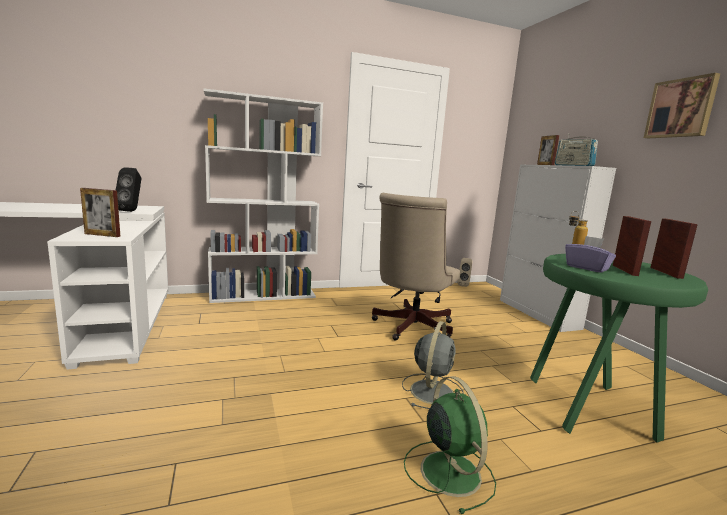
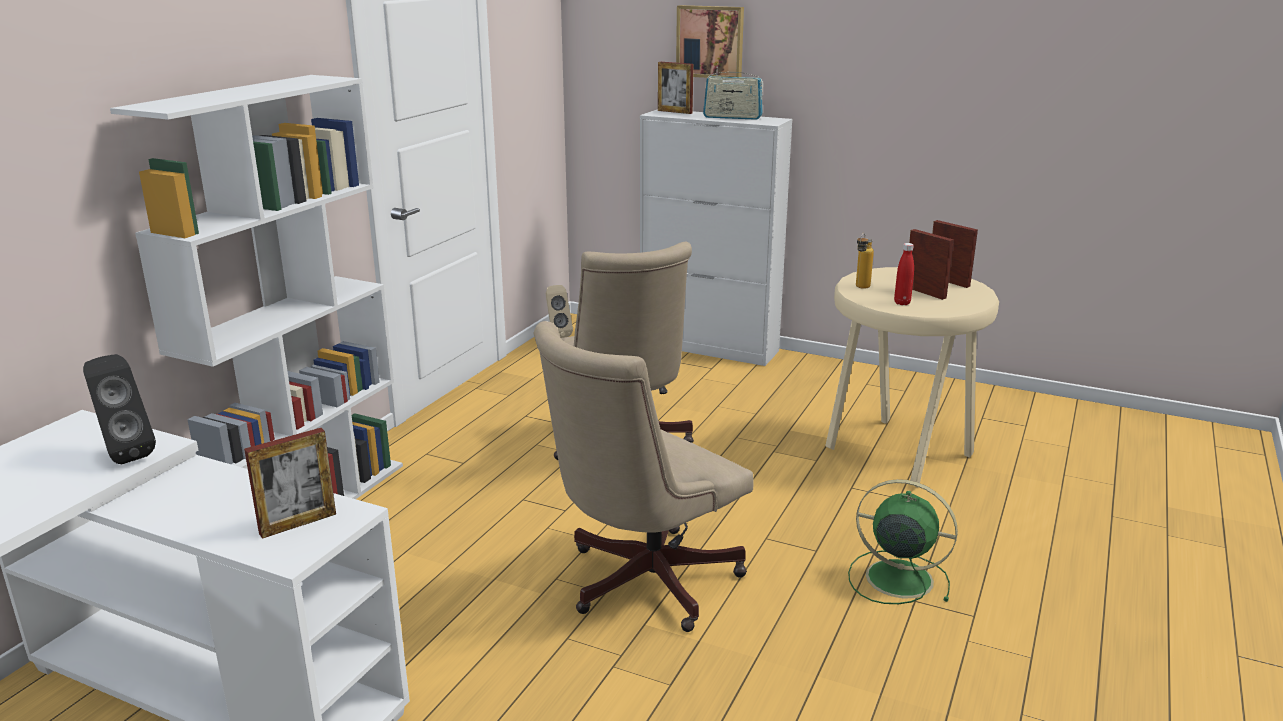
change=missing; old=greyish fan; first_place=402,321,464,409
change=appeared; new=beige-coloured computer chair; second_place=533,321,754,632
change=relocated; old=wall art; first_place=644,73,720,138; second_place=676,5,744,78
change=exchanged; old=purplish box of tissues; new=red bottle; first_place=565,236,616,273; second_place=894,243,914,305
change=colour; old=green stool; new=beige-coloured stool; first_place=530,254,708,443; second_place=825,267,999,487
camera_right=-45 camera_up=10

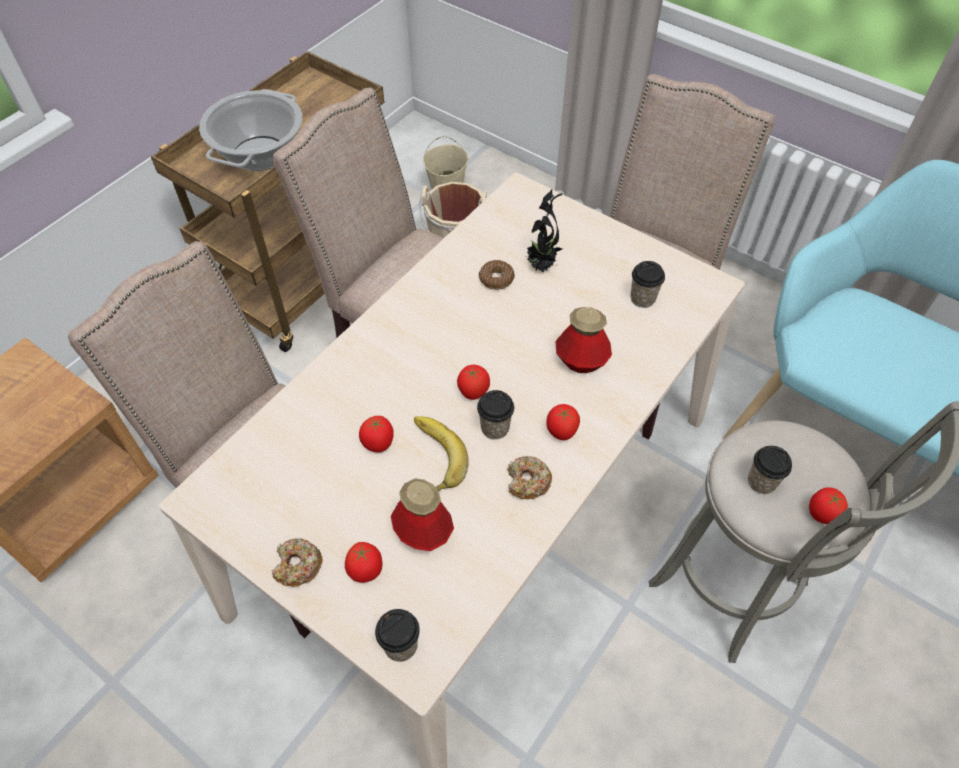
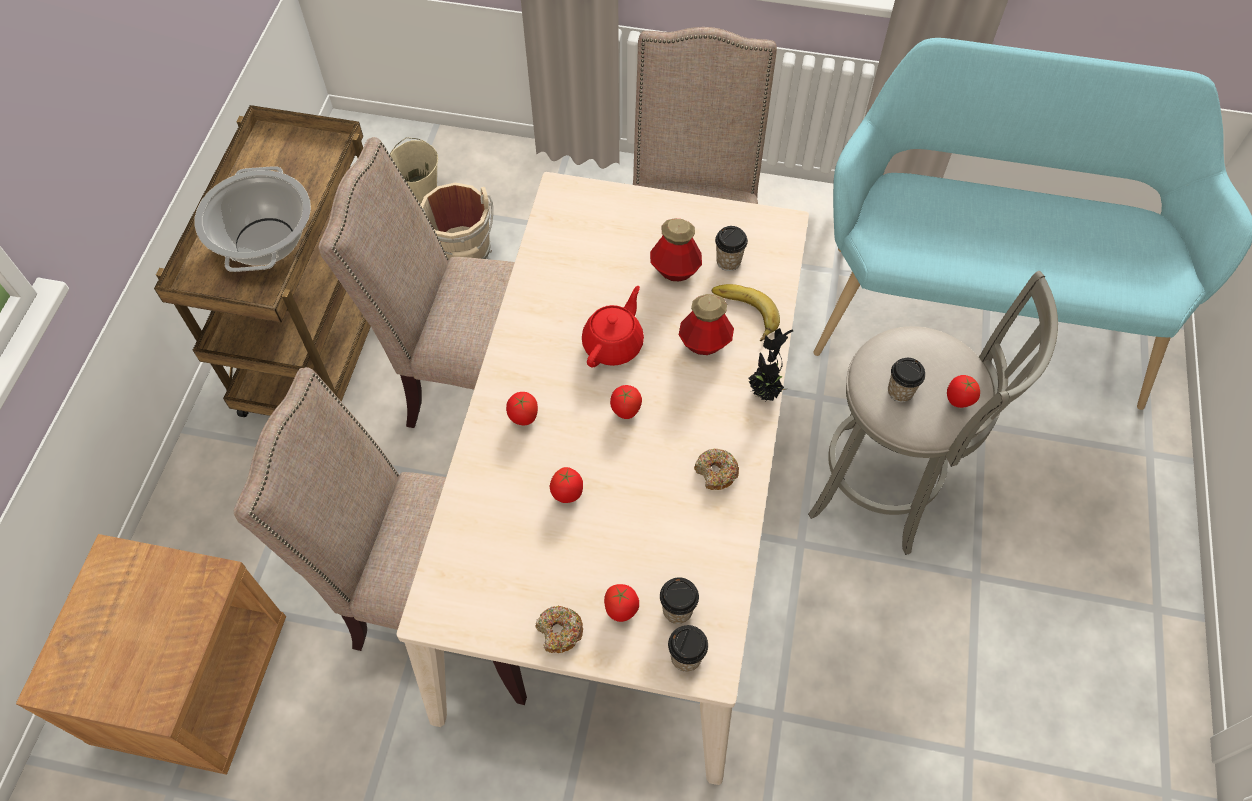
change=missing; old=ring doughnut; first_place=479,260,515,290
change=appeared; new=red tea pot; second_place=582,286,644,368
change=relocated; old=bottle; first_place=391,479,454,551; second_place=650,218,702,281
change=relocated; old=banana; first_place=414,416,469,491; second_place=712,284,780,341
change=relocated; old=drinking cup; first_place=477,390,514,440; second_place=660,577,699,624
change=relocated; old=potted plant; first_place=526,189,563,272; second_place=748,328,793,401
change=relocated; old=fresh tomato; first_place=546,404,580,440; second_place=506,392,538,425
camera_right=-25 camera_up=5

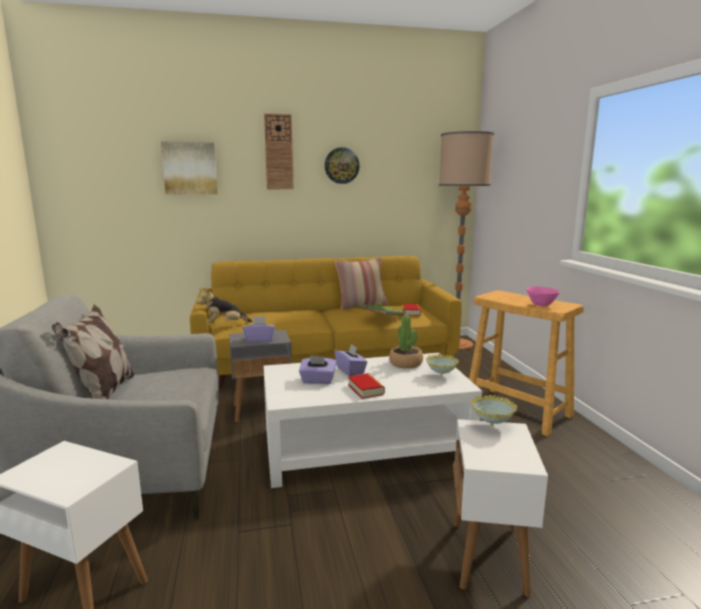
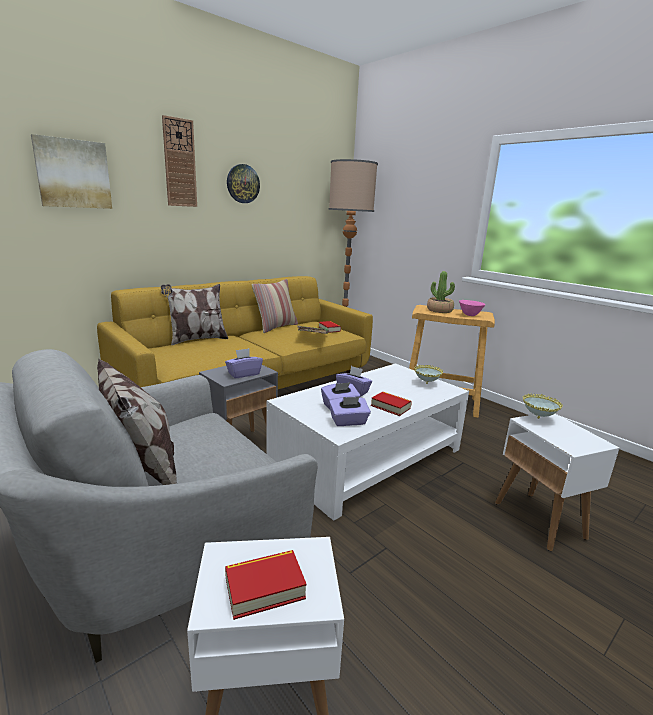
change=missing; old=cuddly toy; first_place=197,288,252,323
change=appeared; new=cushion; second_place=161,284,228,346
change=appeared; new=book; second_place=225,550,307,620
change=appeared; new=purplish box of tissues; second_place=329,397,371,426
change=relocated; old=potted plant; first_place=389,315,423,369; second_place=427,271,455,313
camera_right=-30 camera_up=5

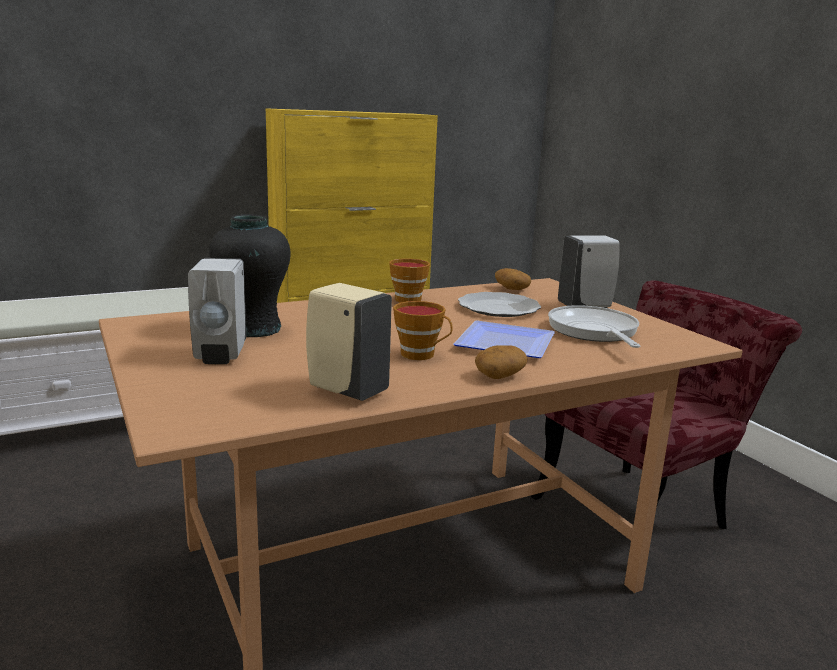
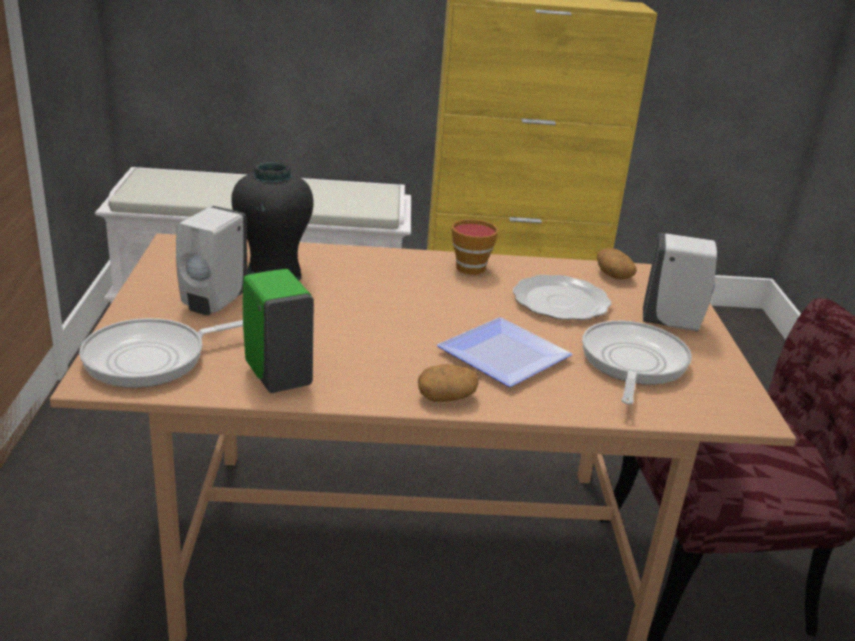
change=missing; old=drinking cup; first_place=393,301,453,360
change=appeared; new=frying pan; second_place=79,318,243,388
change=colour; old=beige-coloured liquid soap bottle; new=green liquid soap bottle; first_place=306,283,392,401; second_place=243,269,314,393
camera_right=25 camera_up=10

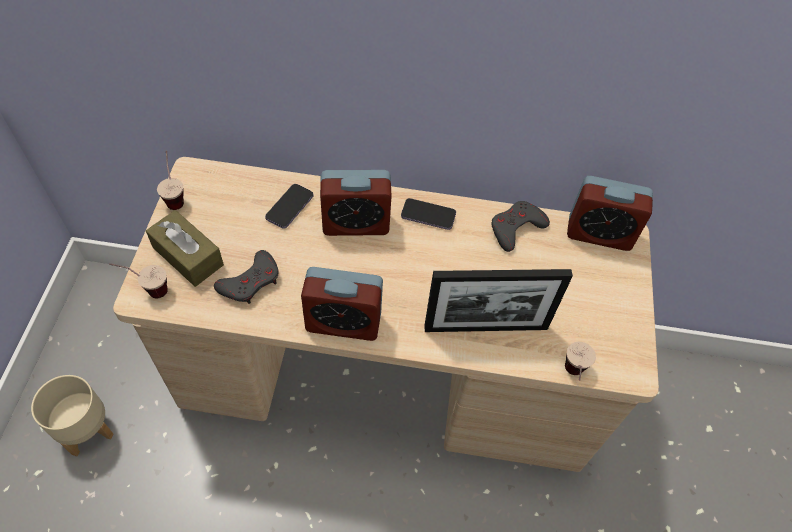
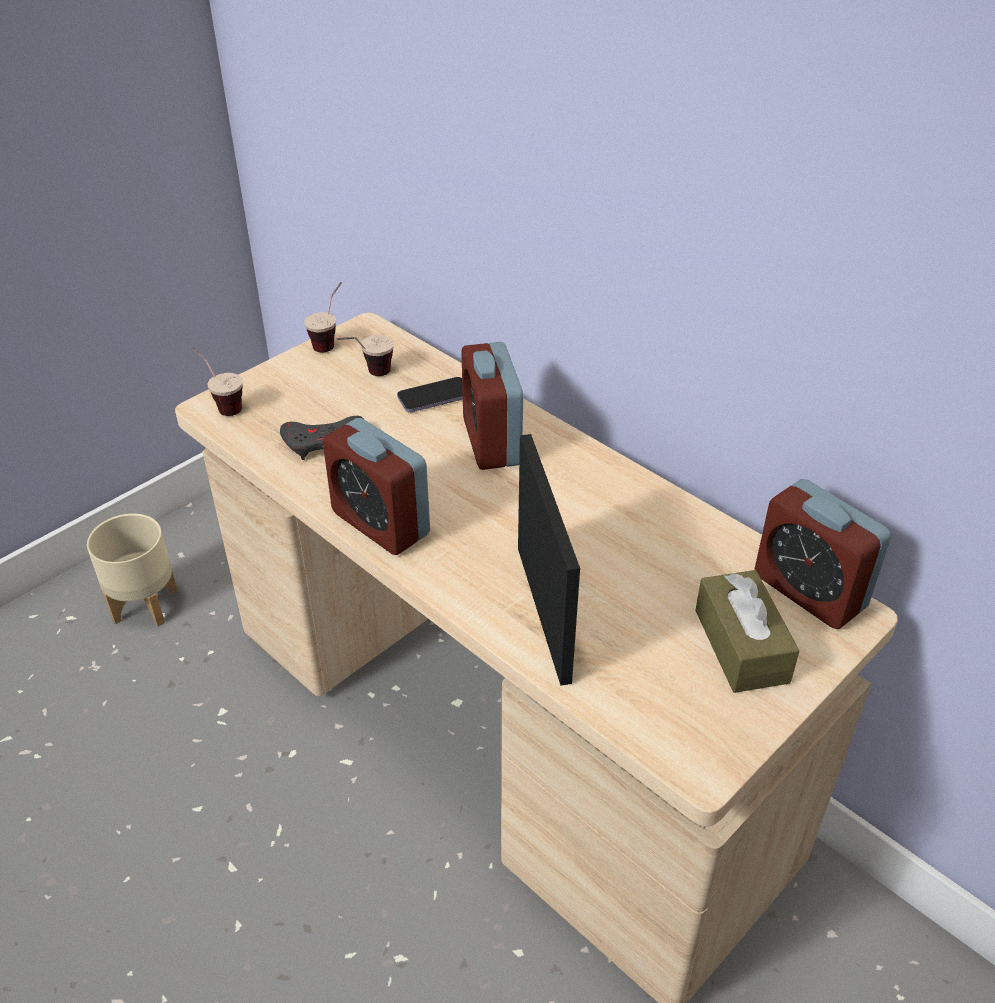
change=missing; old=phone; first_place=401,198,456,230
change=missing; old=greyish joypad; first_place=492,201,550,252
change=relocated; old=brown box of tissues; first_place=146,210,224,287; second_place=695,570,800,693
change=relocated; old=drinking cup; first_place=565,342,596,380; second_place=337,335,394,376
change=spun; old=bedside clock; first_place=320,170,392,236; second_place=461,342,523,470; degrees=45
change=spun; old=picture frame; first_place=424,269,573,332; second_place=518,434,580,686; degrees=-135
camera_right=40 camera_up=-15

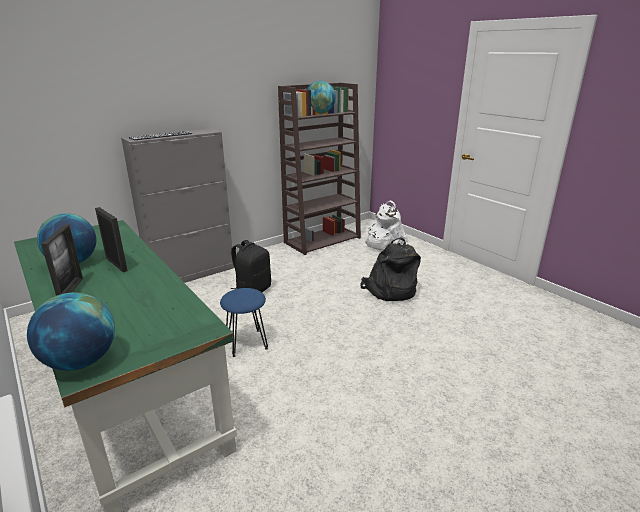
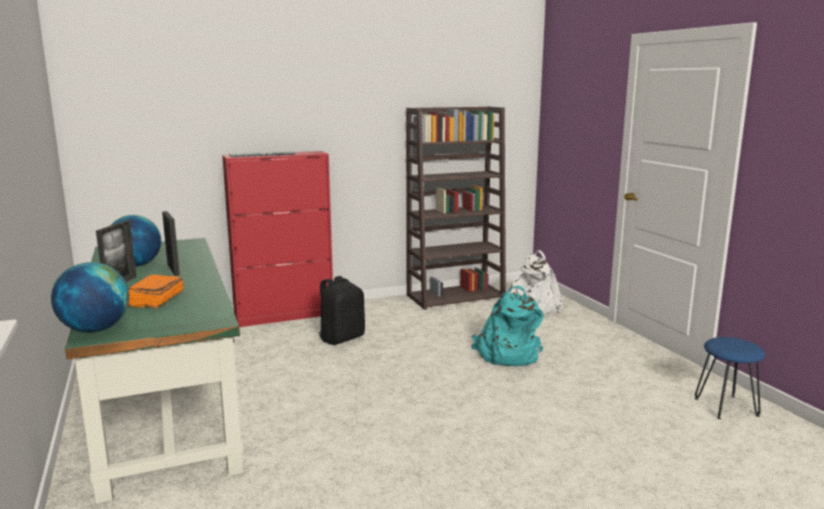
change=missing; old=desk globe; first_place=307,81,336,114
change=appeared; new=orange book; second_place=128,275,184,308
change=relocated; old=bluish stool; first_place=220,288,268,357; second_place=695,337,765,419
change=colour; old=greyish cupboard; new=red cupboard; first_place=121,128,234,283; second_place=222,151,333,327
change=colour; old=blackish knapsack; new=turquoise knapsack; first_place=360,237,421,301; second_place=471,286,544,366
camera_right=15 camera_up=-10

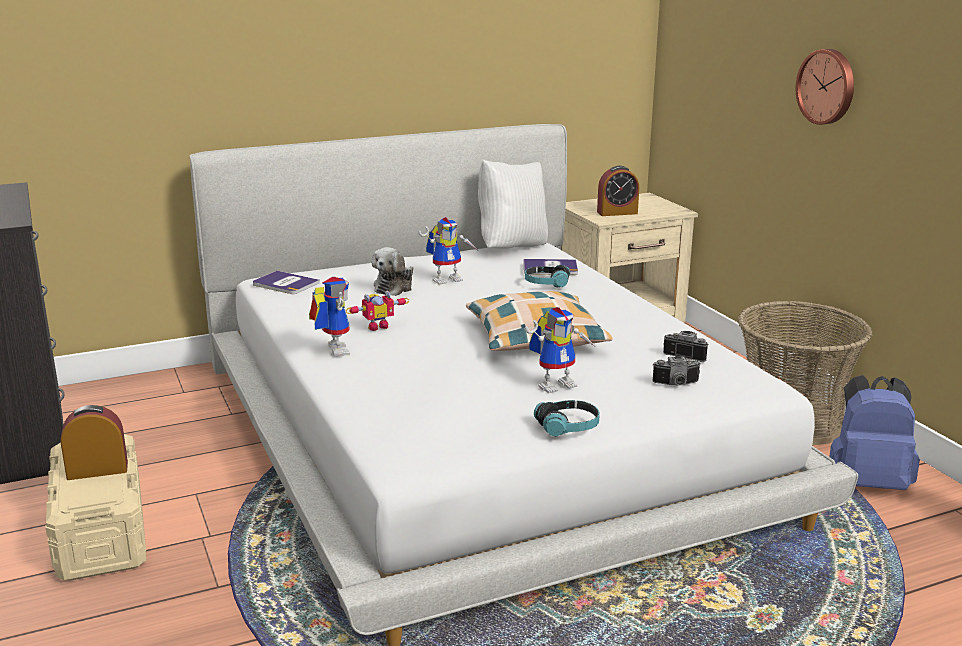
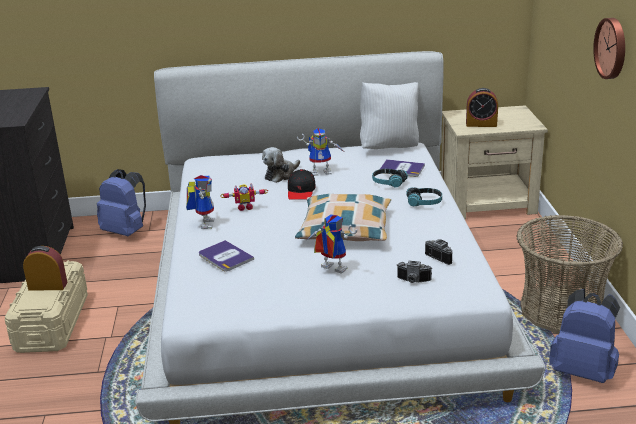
change=appeared; new=bluish knapsack; second_place=97,169,146,236
change=appeared; new=blackish baseball cap; second_place=288,169,316,200
change=relocated; old=book; first_place=253,271,320,294; second_place=199,240,254,271
change=relocated; old=headphones; first_place=534,400,600,437; second_place=406,187,442,207
change=spun; old=toy robot; first_place=525,307,594,394; second_place=307,214,357,273; degrees=-135
camera_right=20 camera_up=5

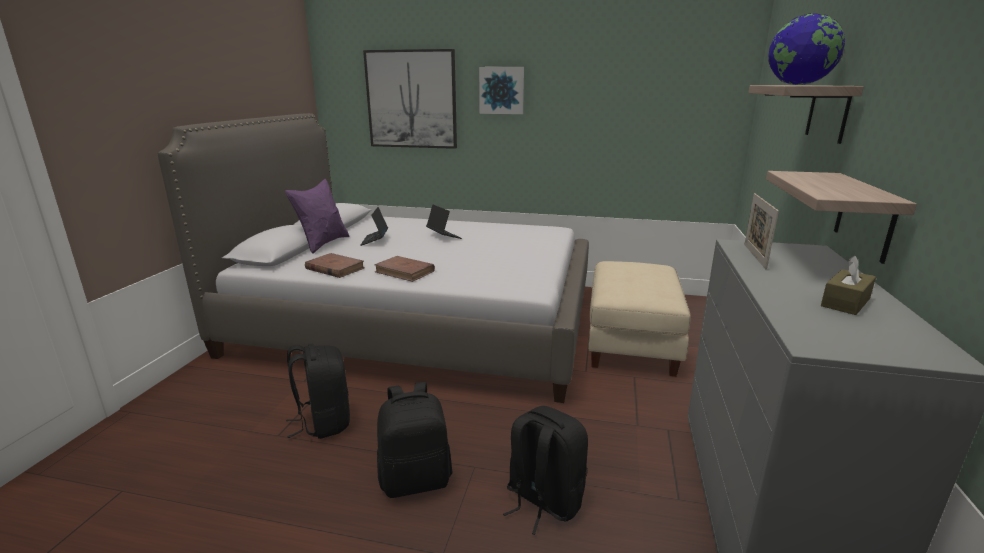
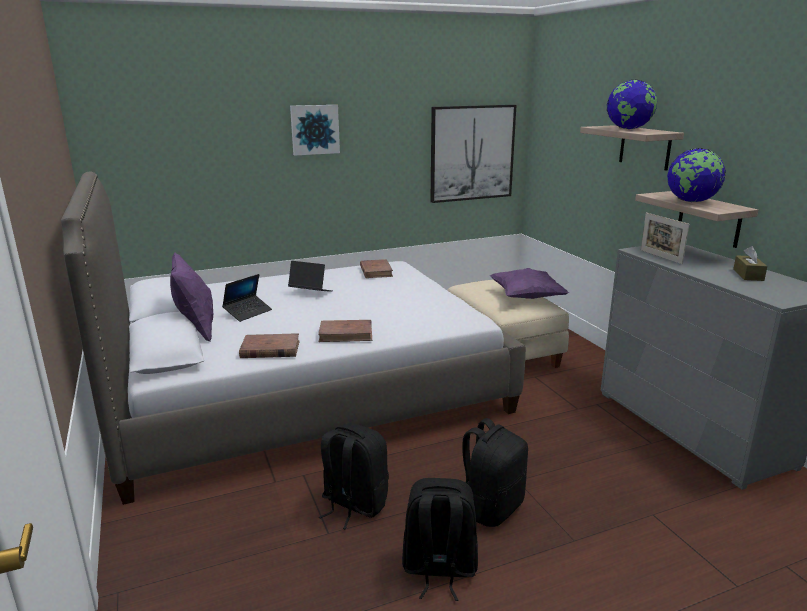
change=appeared; new=brown book; second_place=360,259,393,278
change=appeared; new=purplish cushion; second_place=490,268,569,299
change=appeared; new=desk globe; second_place=667,148,726,202
change=relocated; old=wall art; first_place=363,49,457,149; second_place=430,105,516,203
change=relocated; old=blackish knapsack; first_place=503,406,588,535; second_place=402,478,478,601
change=spun; old=notebook computer; first_place=360,207,388,246; second_place=222,274,272,322; degrees=-105
camera_right=-35 camera_up=0

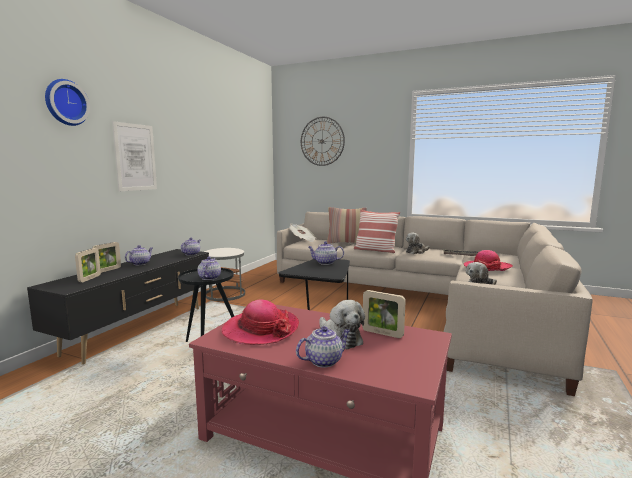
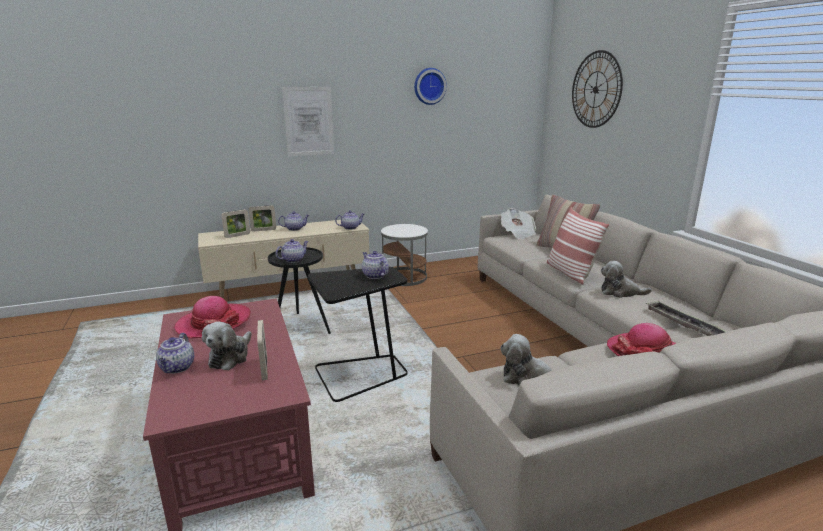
change=relocated; old=hanging clock; first_place=45,79,90,126; second_place=414,68,447,105
change=colour; old=blackish tv unit; new=beige-coloured tv unit; first_place=27,249,209,365; second_place=198,220,369,299
change=spun; old=tea pot; first_place=296,326,350,368; second_place=156,333,194,374; degrees=75
camera_right=45 camera_up=10

